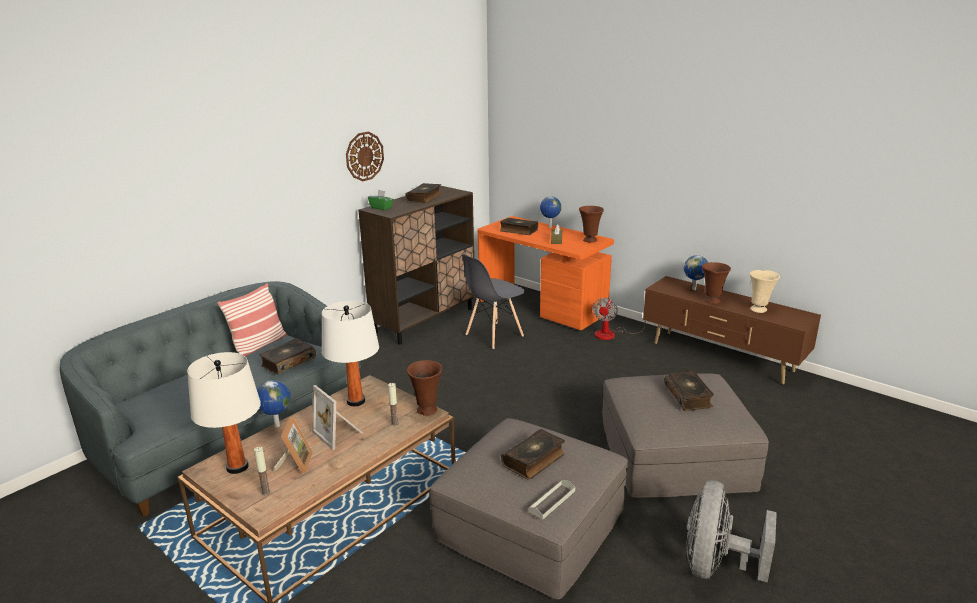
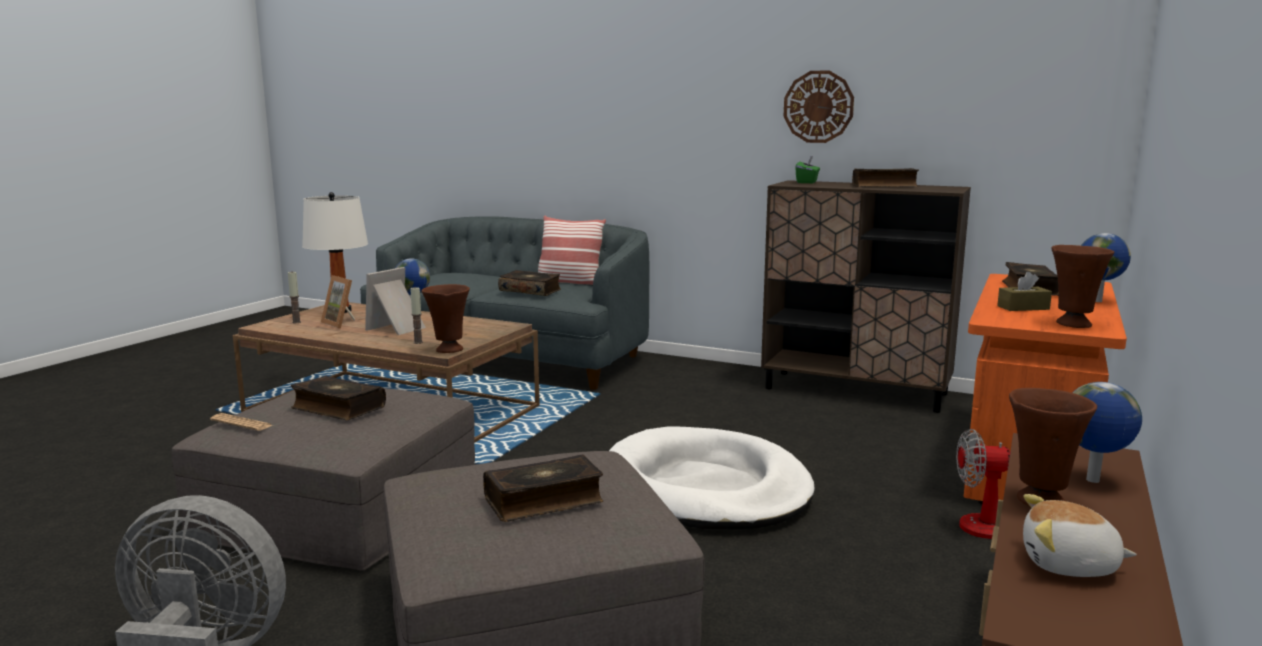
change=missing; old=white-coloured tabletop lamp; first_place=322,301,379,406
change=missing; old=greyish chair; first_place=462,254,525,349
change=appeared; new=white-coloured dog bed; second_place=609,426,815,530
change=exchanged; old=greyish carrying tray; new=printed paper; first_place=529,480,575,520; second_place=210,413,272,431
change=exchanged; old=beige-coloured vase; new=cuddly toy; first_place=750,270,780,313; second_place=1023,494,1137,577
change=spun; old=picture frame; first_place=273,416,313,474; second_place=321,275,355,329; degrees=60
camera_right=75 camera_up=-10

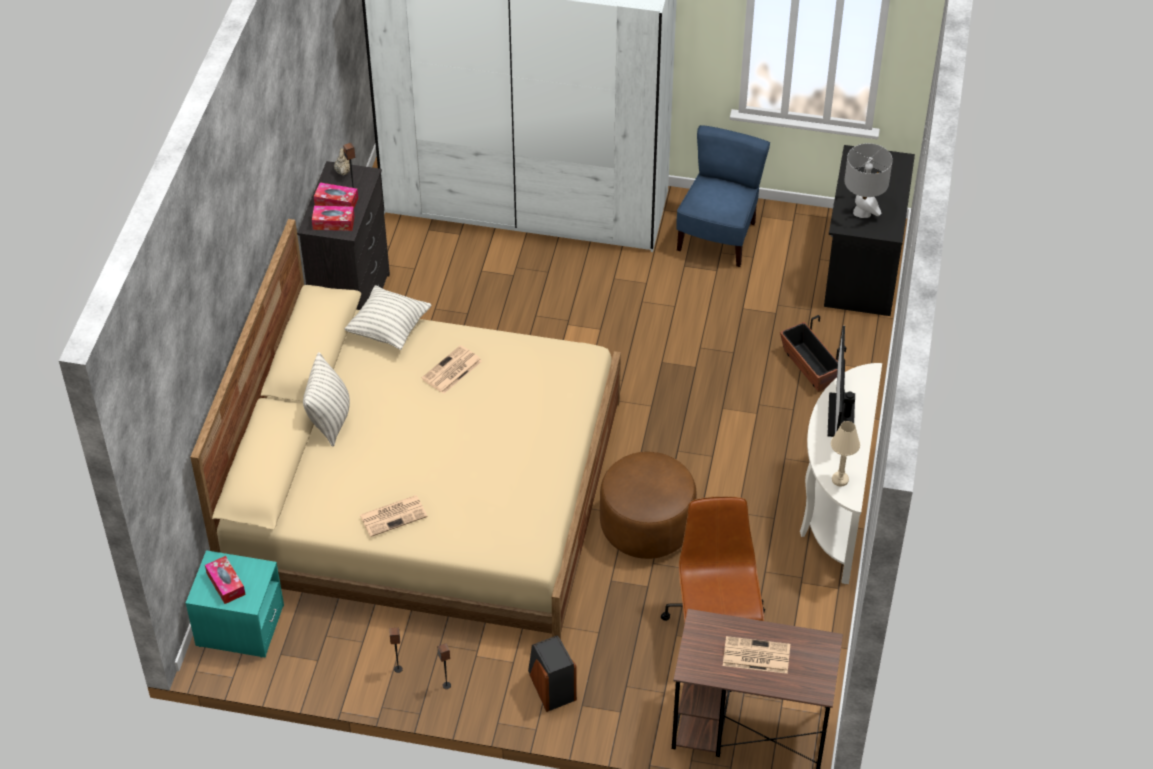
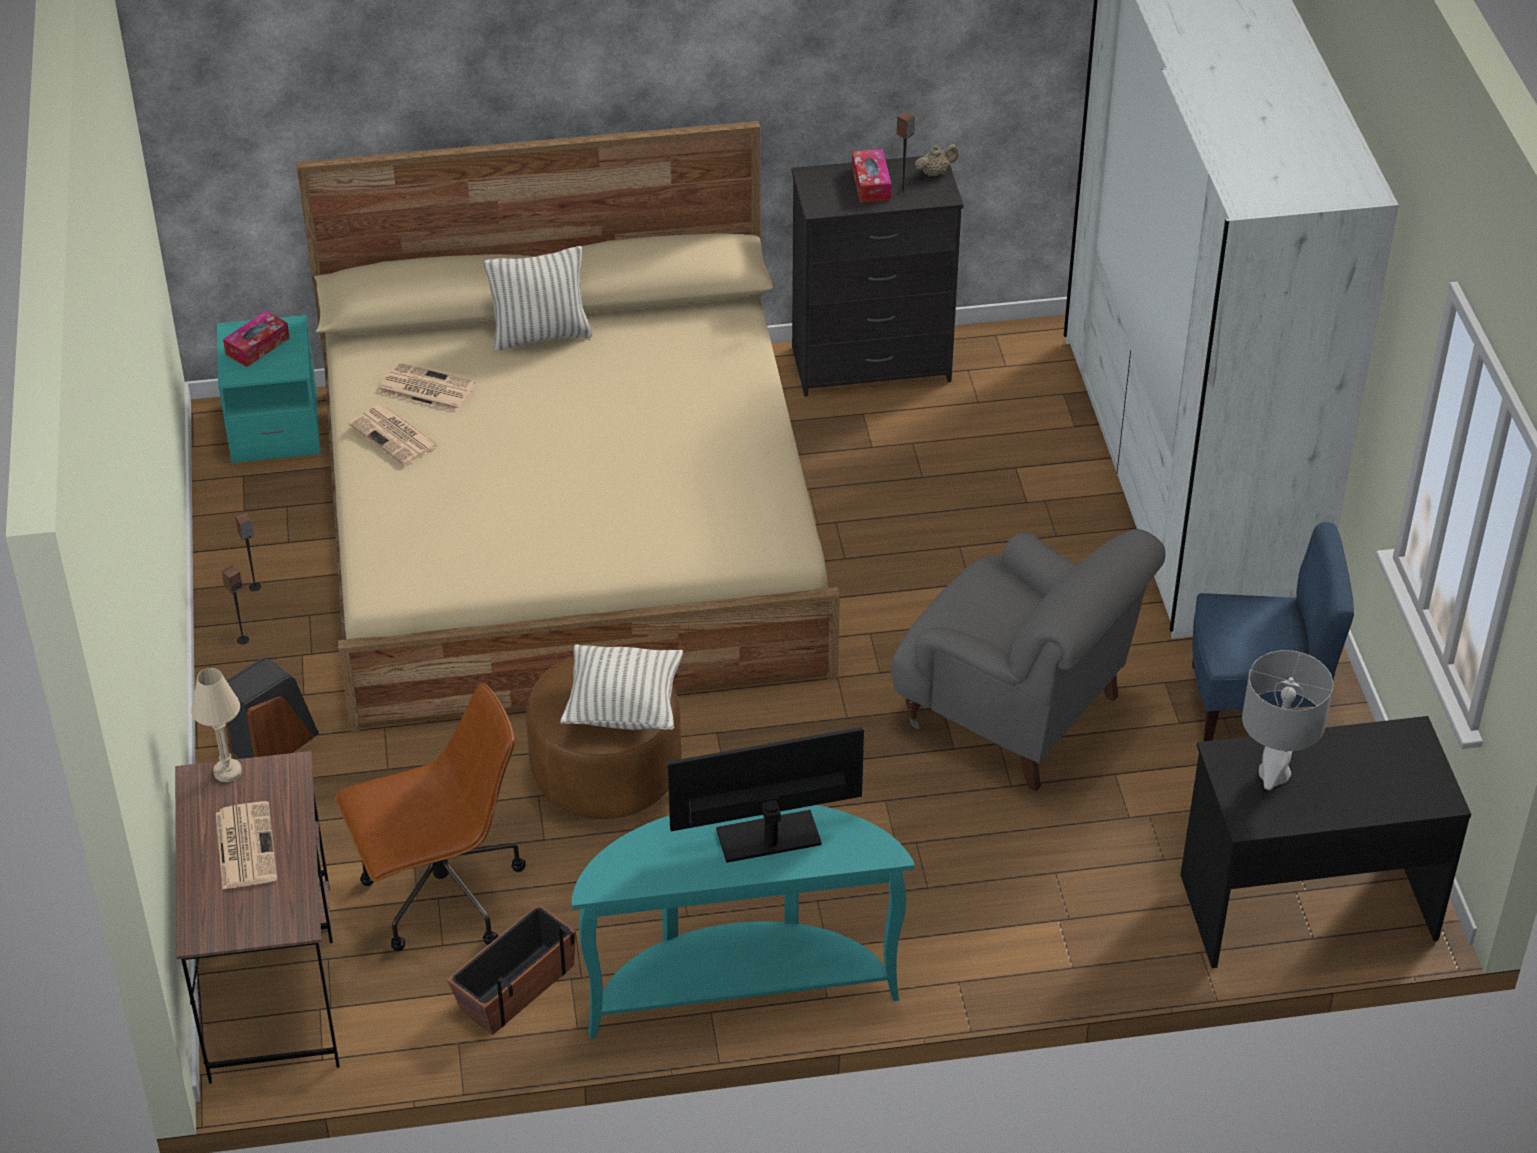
change=missing; old=box of tissues; first_place=312,205,355,231
change=appeared; new=greyish armchair; second_place=891,529,1166,792
change=relocated; old=cushion; first_place=344,285,431,350; second_place=560,644,683,730
change=relocated; old=printed paper; first_place=422,345,482,394; second_place=378,362,476,412
change=relocated; old=planter; first_place=780,315,846,392; second_place=447,904,576,1035
change=relocated; old=beige-coloured tabletop lamp; first_place=831,421,860,487; second_place=191,668,242,782
change=colour; old=white-coloured hall table; new=turquoise hall table; first_place=800,363,882,584; second_place=572,805,914,1038
camera_right=70 camera_up=-5

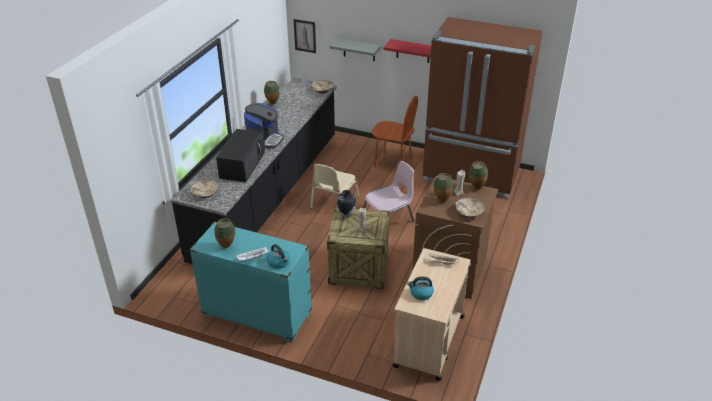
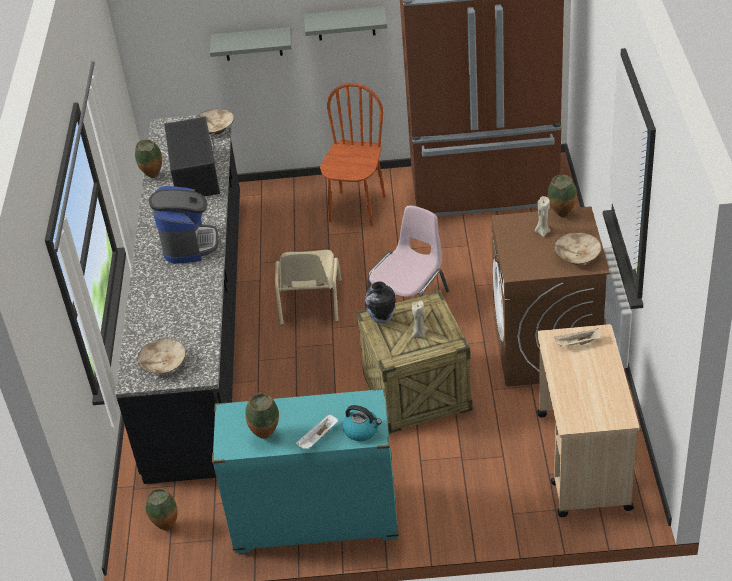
change=missing; old=wall art; first_place=294,19,316,53
change=missing; old=kettle; first_place=407,277,434,300
change=relocated; old=blackish microwave; first_place=216,129,265,182; second_place=164,117,220,197
change=relocated; old=vase; first_place=434,173,453,203; second_place=146,488,178,531
change=colour; old=red shelf; new=greyish shelf; first_place=384,39,431,63; second_place=305,6,387,40
change=spun; old=brown chair; first_place=372,96,418,168; second_place=320,83,385,226; degrees=-75
camera_right=-20 camera_up=5

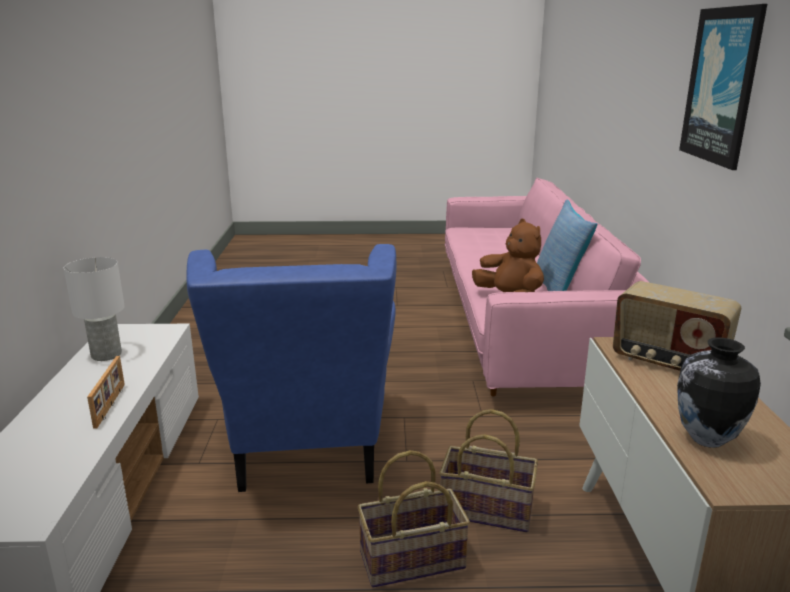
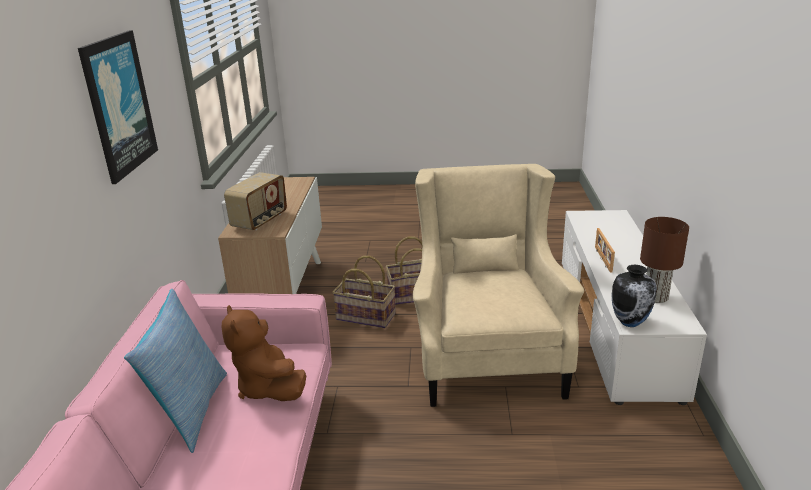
change=relocated; old=vase; first_place=677,337,761,448; second_place=611,265,657,327
change=colour; old=white-coloured tabletop lamp; new=brown tabletop lamp; first_place=64,257,125,361; second_place=640,217,689,303
change=colour; old=bluish armchair; new=beige-coloured armchair; first_place=187,244,397,492; second_place=413,164,584,407
change=spun; old=radio receiver; first_place=613,281,741,371; second_place=224,172,287,230; degrees=75
camera_right=-175 camera_up=5

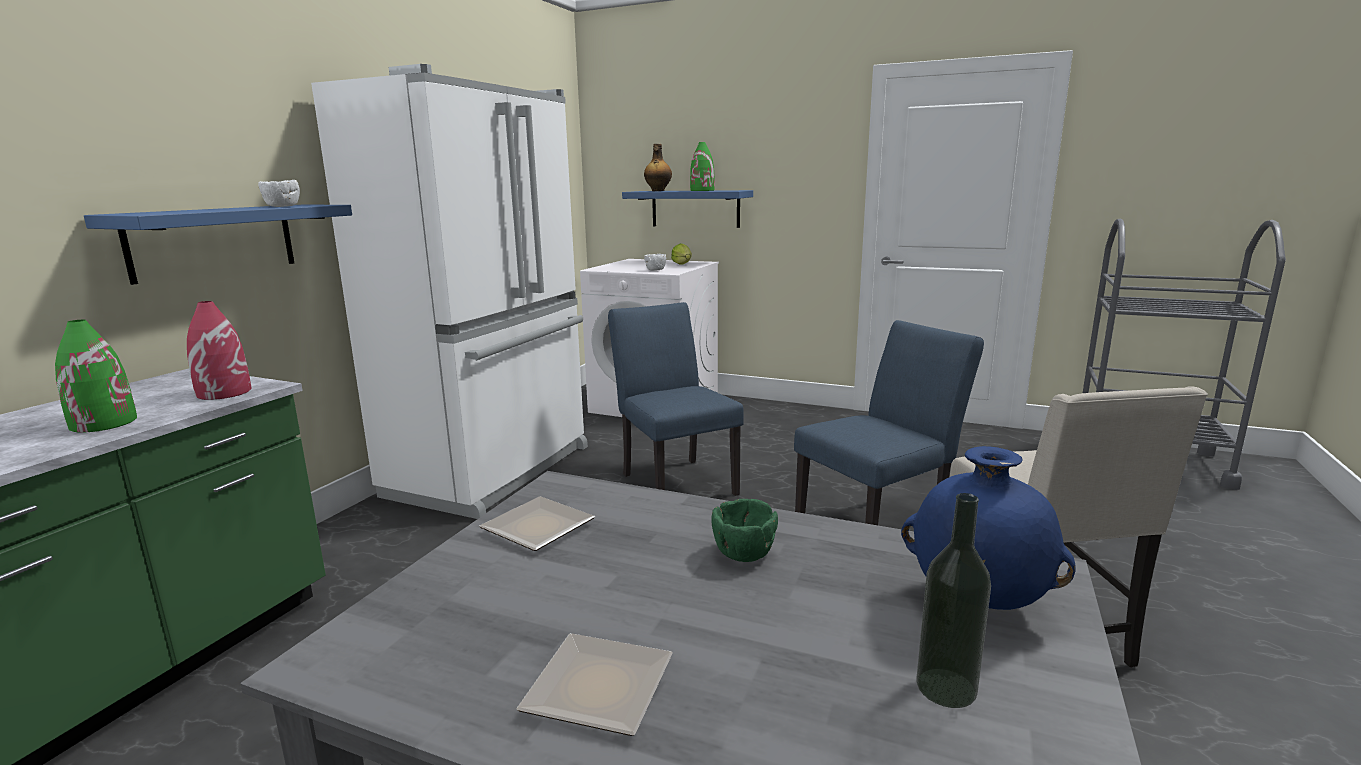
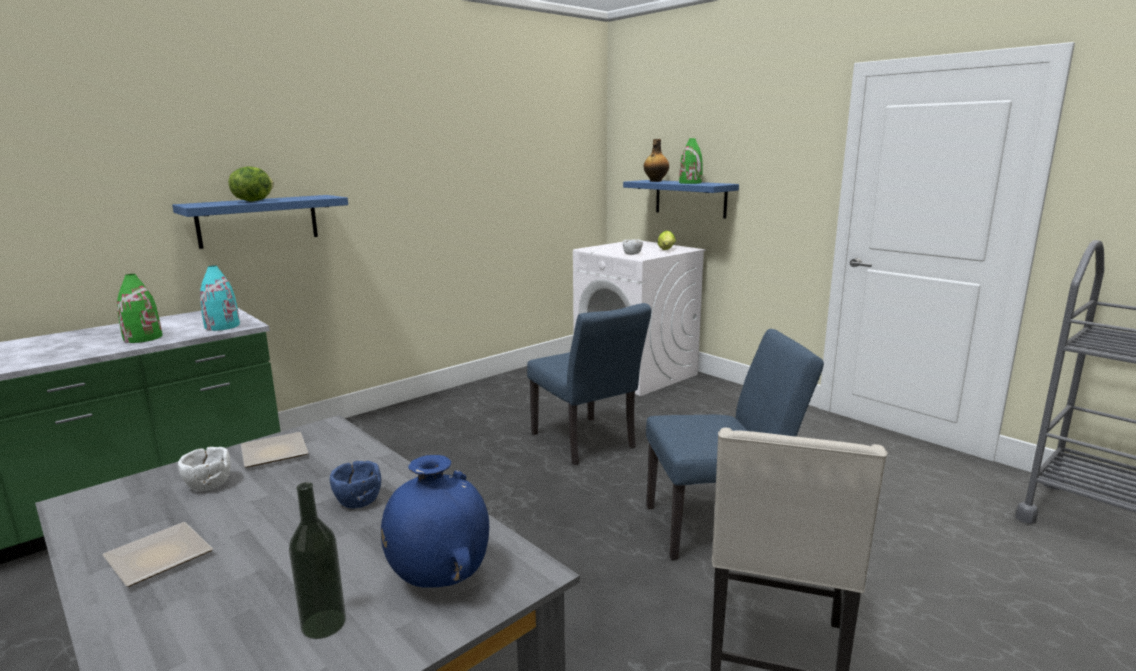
change=missing; old=white-coloured fridge; first_place=311,64,588,519
change=appeared; new=lettuce; second_place=229,166,274,202
change=relocated; old=white-coloured deep dish; first_place=258,180,300,207; second_place=178,447,231,491
change=colour; old=red vase; new=turquoise vase; first_place=187,301,251,400; second_place=200,265,240,331
change=colour; old=green deep dish; new=bluish deep dish; first_place=712,499,778,562; second_place=330,461,381,508
change=spun; old=bluish chair; first_place=608,302,744,496; second_place=527,303,651,465; degrees=150
camera_right=25 camera_up=0

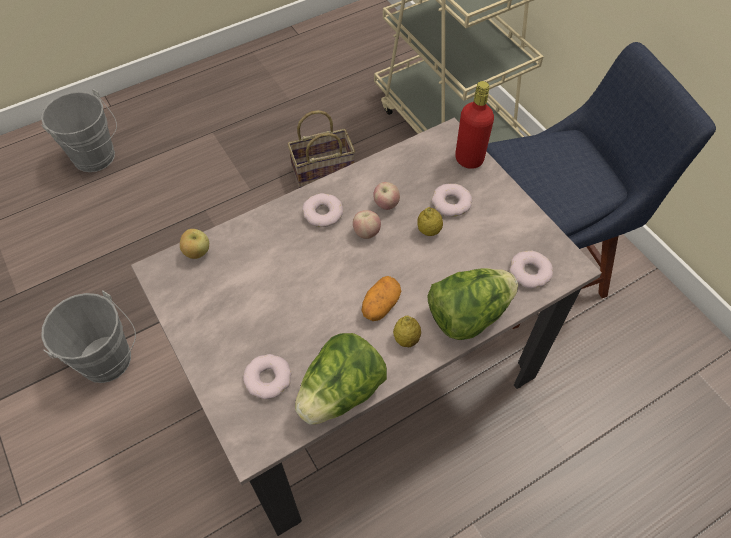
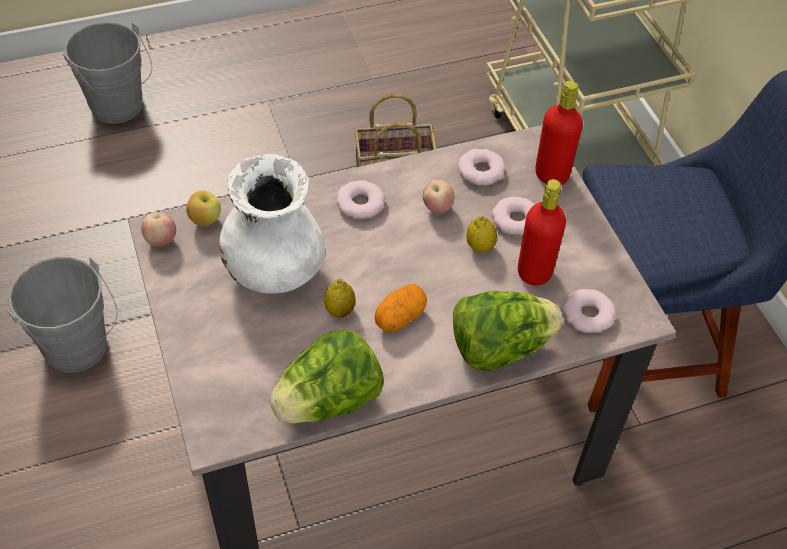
change=appeared; new=white-coloured vase; second_place=219,154,325,294
change=appeared; new=red bottle; second_place=518,179,566,286
change=relocated; old=ring doughnut; first_place=243,354,292,400; second_place=458,149,506,186
change=relocated; old=apple fruit; first_place=353,210,381,239; second_place=141,212,176,247
change=relocated; old=whole lemon; first_place=393,315,421,347; second_place=324,278,355,317
camera_right=10 camera_up=-5

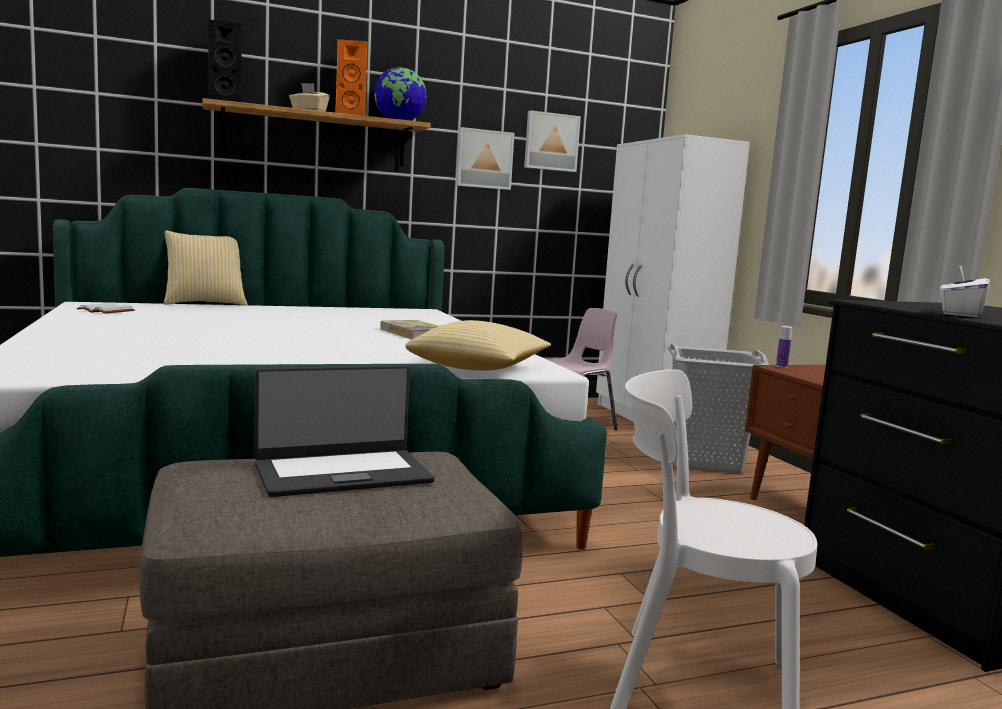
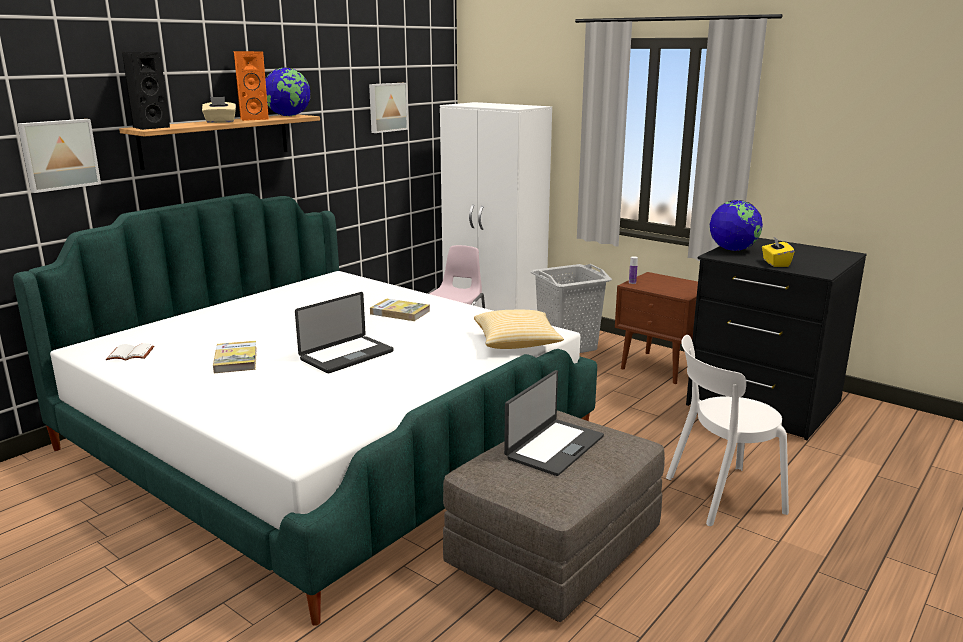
change=missing; old=cushion; first_place=164,231,247,306
change=appeared; new=book; second_place=213,341,257,373
change=appeared; new=notebook computer; second_place=295,292,394,373
change=appeared; new=desk globe; second_place=710,200,763,251
change=relocated; old=wall art; first_place=456,127,514,190; second_place=17,119,101,193
change=colour; old=white-coloured box of tissues; new=yellowish box of tissues; first_place=940,265,990,317; second_place=762,237,795,267
camera_right=-30 camera_up=10

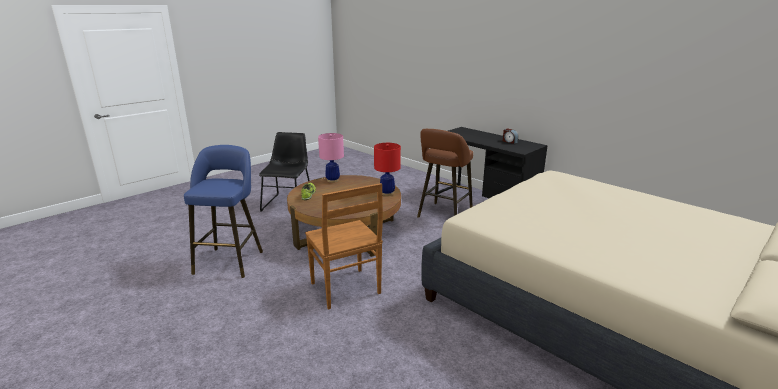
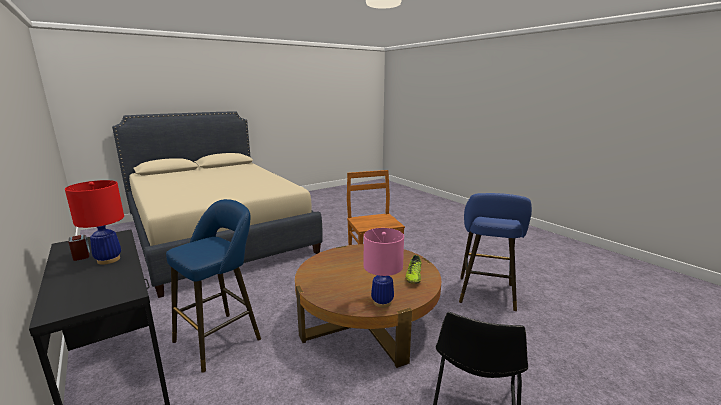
change=relocated; old=red tabletop lamp; first_place=374,143,401,196; second_place=65,180,124,265
change=colour; old=brown stool; new=bluish stool; first_place=417,129,473,218; second_place=166,199,261,373
camera_right=-170 camera_up=-5

